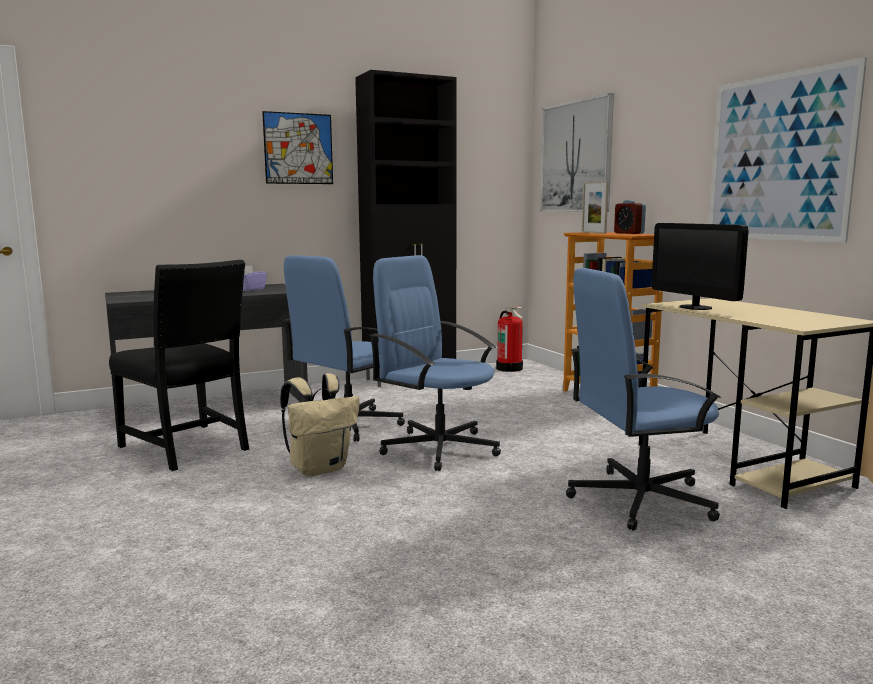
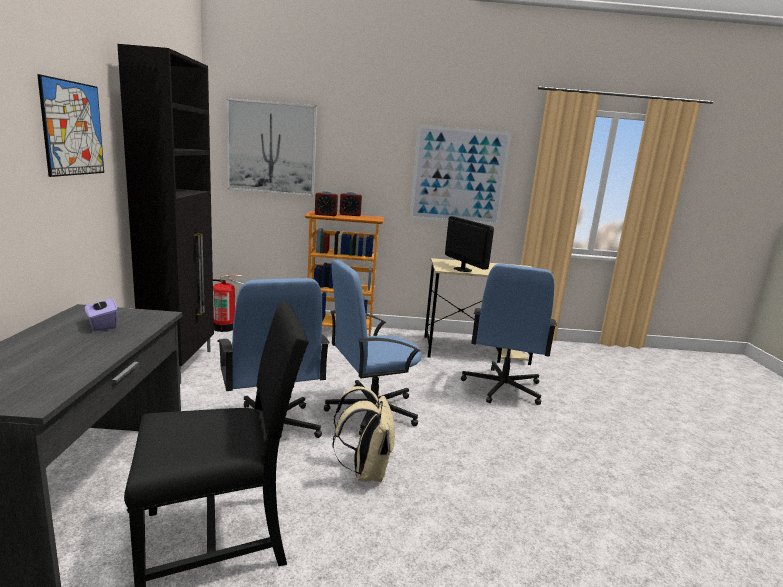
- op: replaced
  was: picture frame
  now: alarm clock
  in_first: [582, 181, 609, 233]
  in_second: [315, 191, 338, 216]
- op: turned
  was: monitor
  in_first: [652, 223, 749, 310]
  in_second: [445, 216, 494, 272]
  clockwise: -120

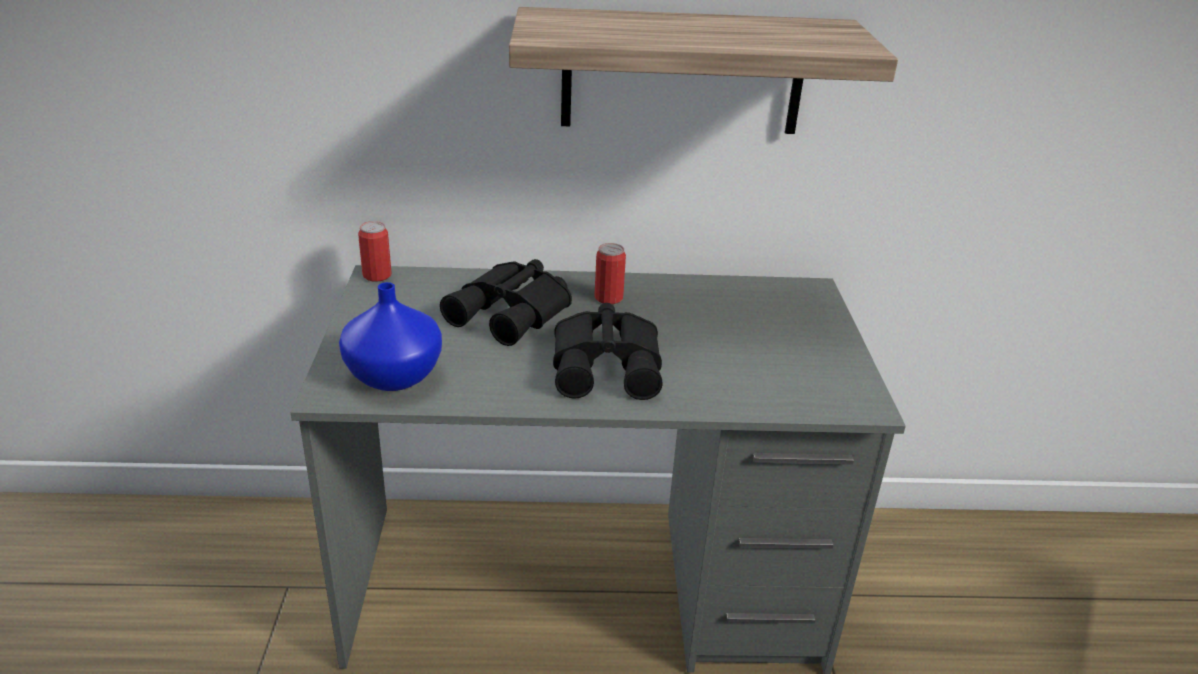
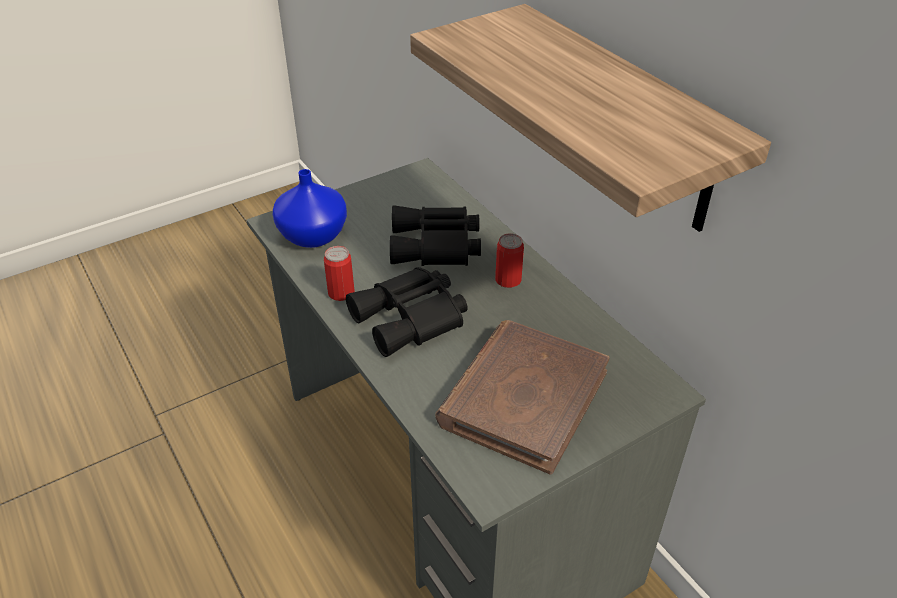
- op: moved
  was: can
  in_first: [358, 221, 392, 282]
  in_second: [324, 246, 355, 301]
- op: added
  now: brown book
  in_second: [435, 320, 610, 475]

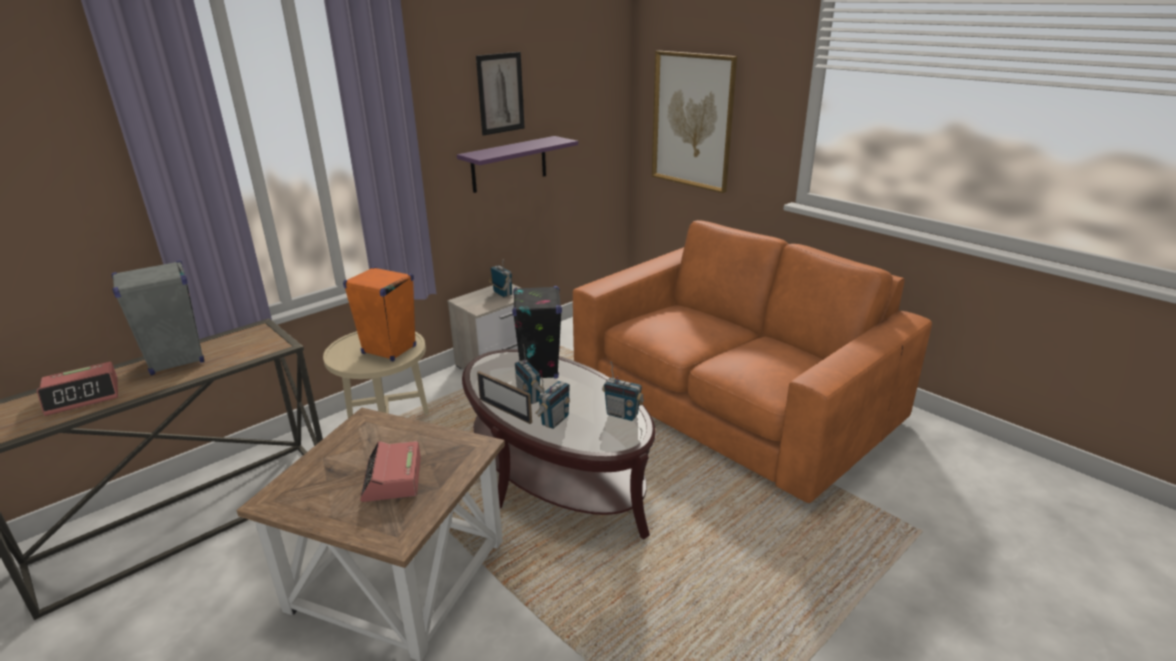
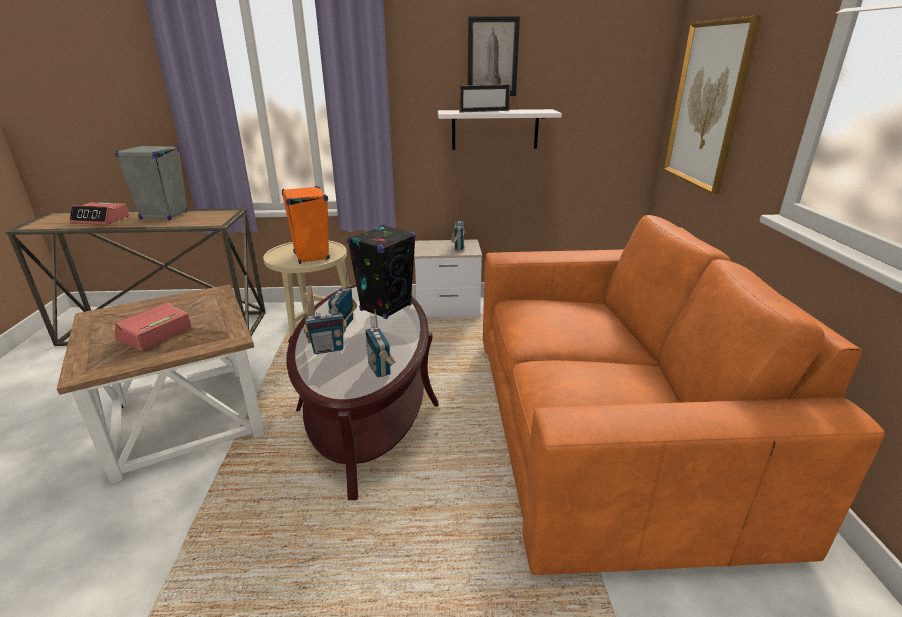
- op: recoloured
  was: purple shelf
  now: white shelf
  in_first: [457, 136, 578, 193]
  in_second: [438, 109, 562, 150]
- op: added
  now: picture frame
  in_second: [459, 84, 510, 113]

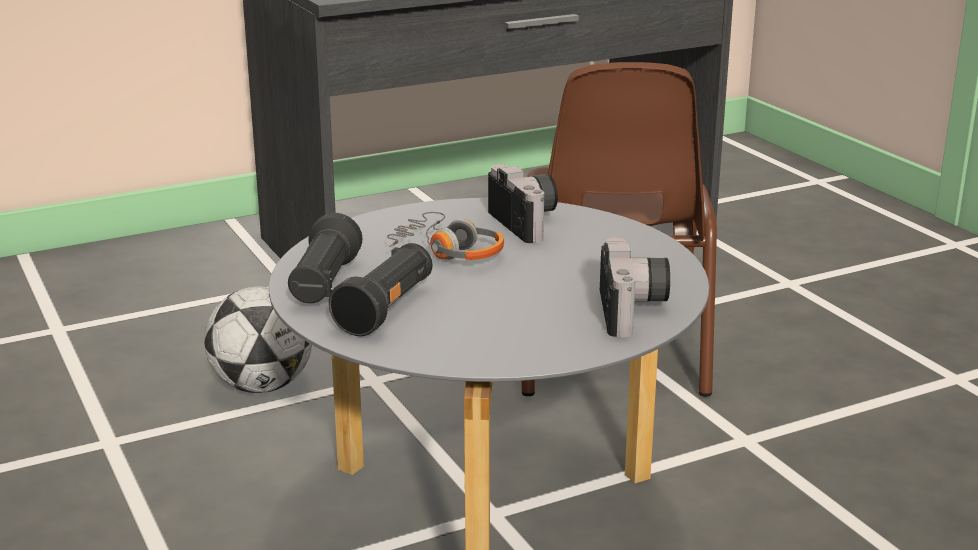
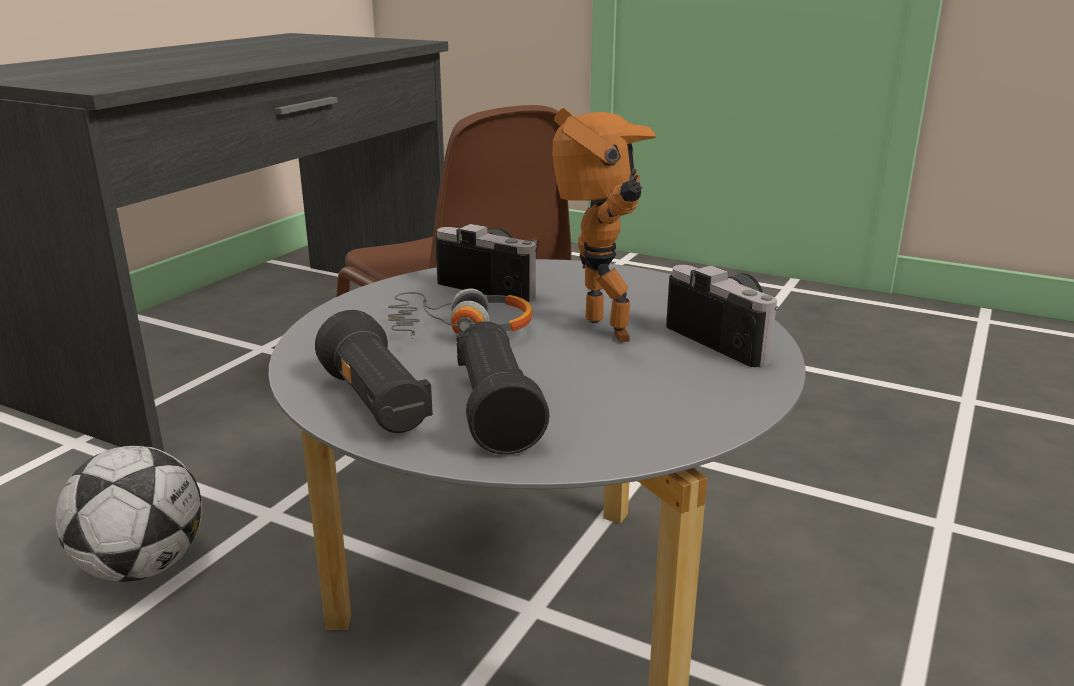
- op: added
  now: toy robot
  in_second: [552, 108, 656, 342]

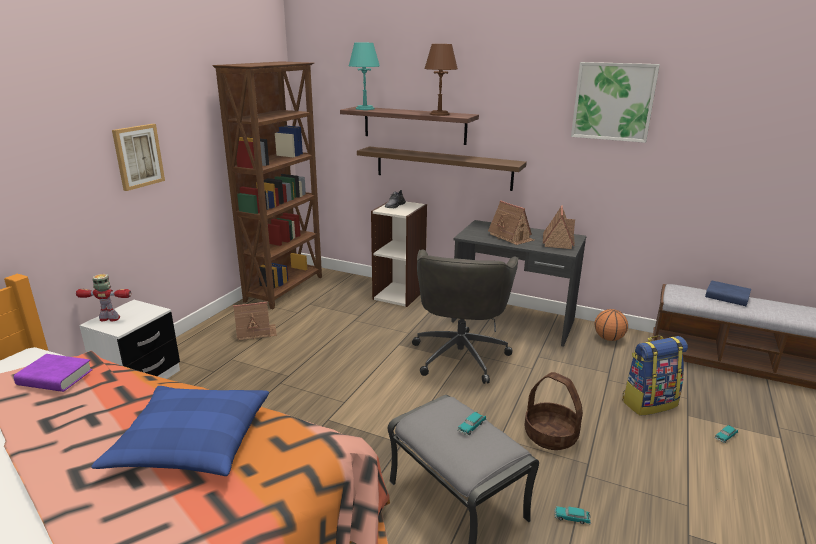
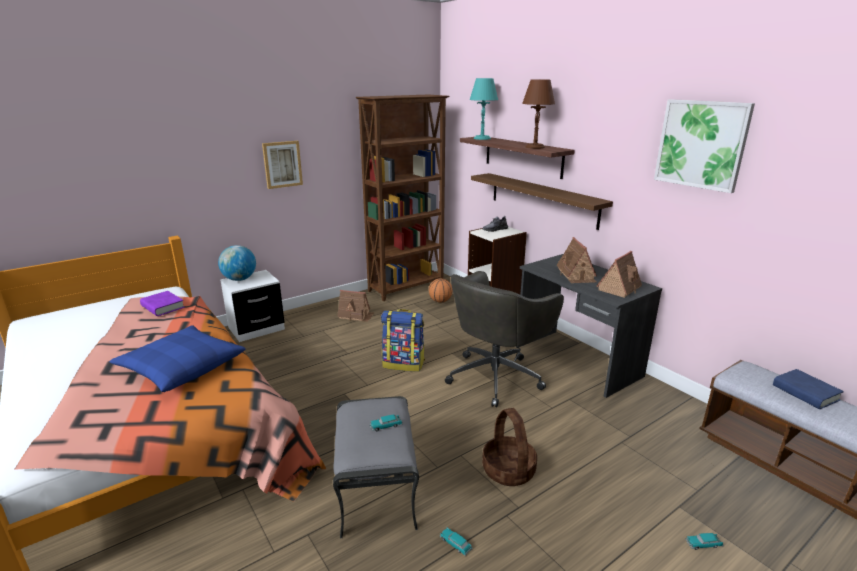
- op: replaced
  was: toy robot
  now: globe
  in_first: [76, 274, 131, 321]
  in_second: [218, 245, 256, 281]
- op: moved
  was: basketball
  in_first: [595, 309, 628, 341]
  in_second: [429, 278, 453, 303]
- op: moved
  was: backpack
  in_first: [622, 336, 688, 416]
  in_second: [381, 309, 425, 372]

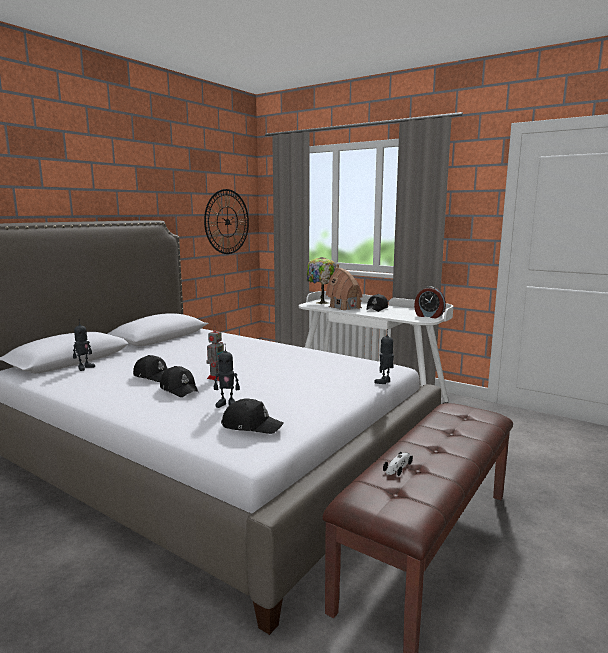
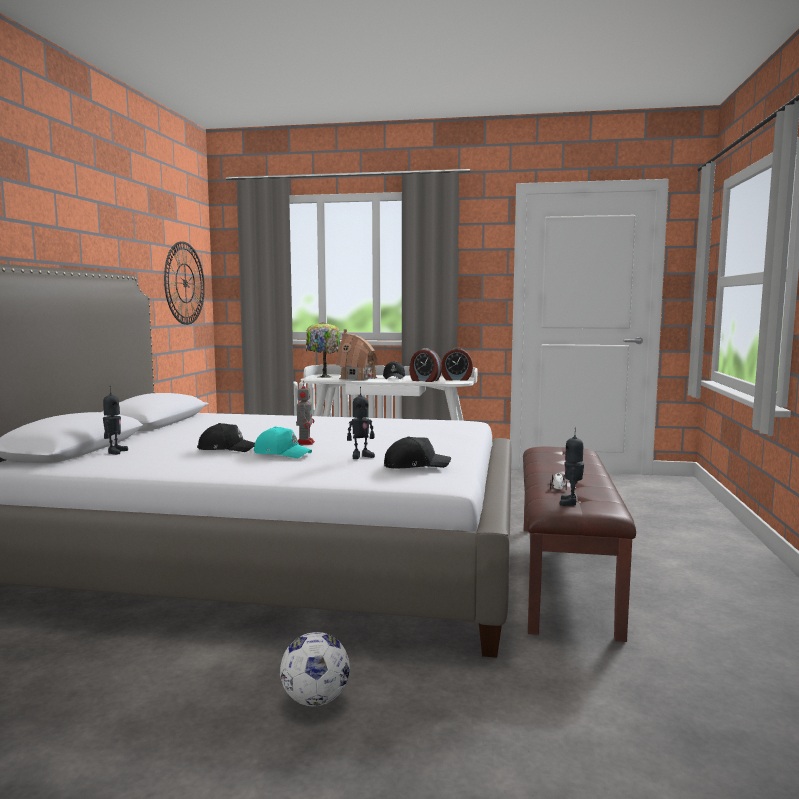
- op: recoloured
  was: black cap
  now: turquoise cap
  in_first: [160, 366, 198, 397]
  in_second: [254, 426, 312, 458]
- op: moved
  was: toy robot
  in_first: [374, 329, 394, 384]
  in_second: [560, 428, 584, 506]
- op: added
  now: football
  in_second: [280, 632, 350, 707]
- op: added
  now: alarm clock
  in_second: [409, 348, 442, 382]

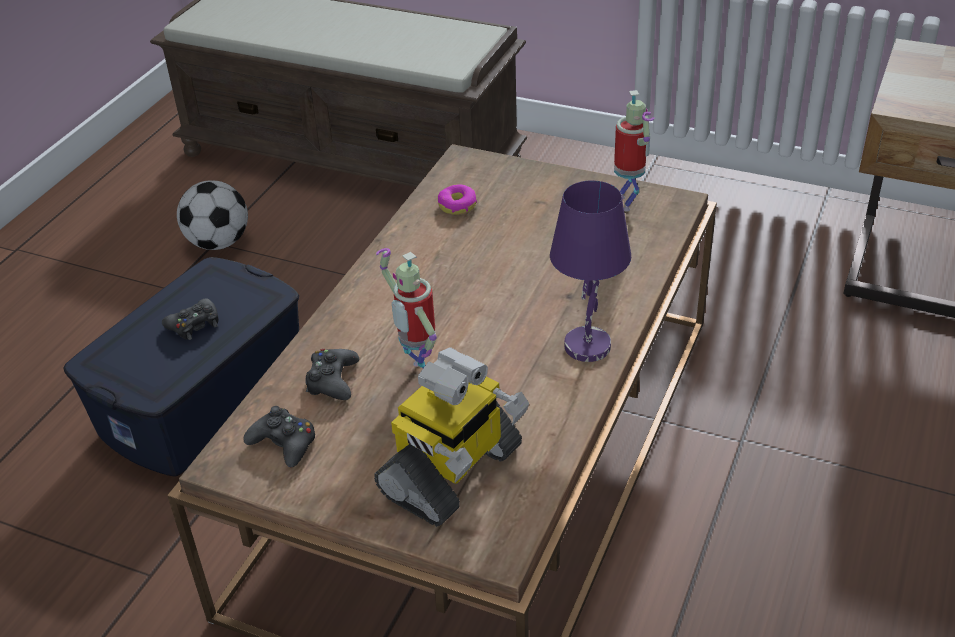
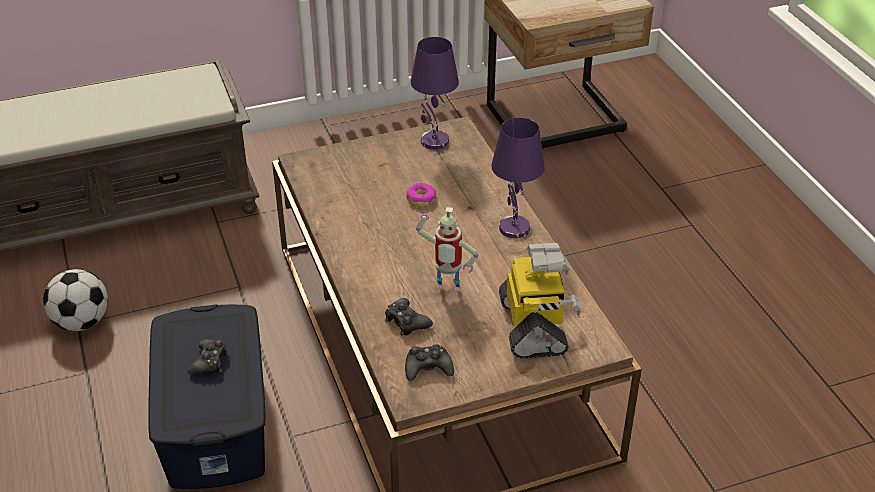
- op: moved
  was: donut
  in_first: [438, 184, 477, 215]
  in_second: [406, 183, 436, 206]
- op: replaced
  was: toy robot
  now: purple table lamp
  in_first: [614, 90, 655, 212]
  in_second: [411, 37, 459, 150]

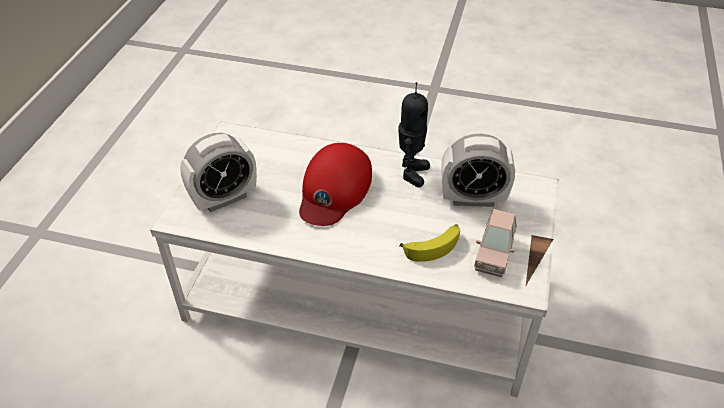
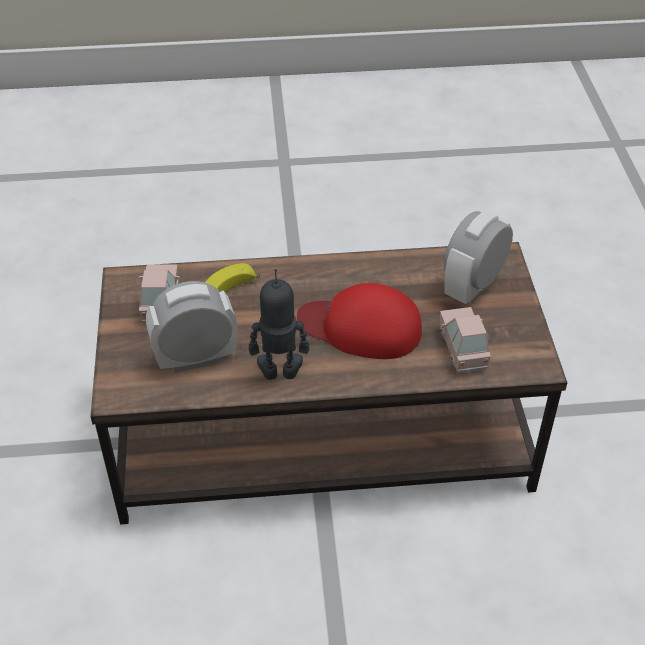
- op: recoloured
  was: white coffee table
  now: brown coffee table
  in_first: [150, 121, 559, 397]
  in_second: [90, 242, 567, 524]
- op: turned
  was: red cap
  in_first: [299, 143, 372, 226]
  in_second: [297, 283, 422, 359]
  clockwise: -75
- op: turned
  was: toy robot
  in_first: [398, 82, 430, 187]
  in_second: [249, 269, 309, 380]
  clockwise: 90
- op: added
  now: pink toy car
  in_second: [440, 307, 491, 373]

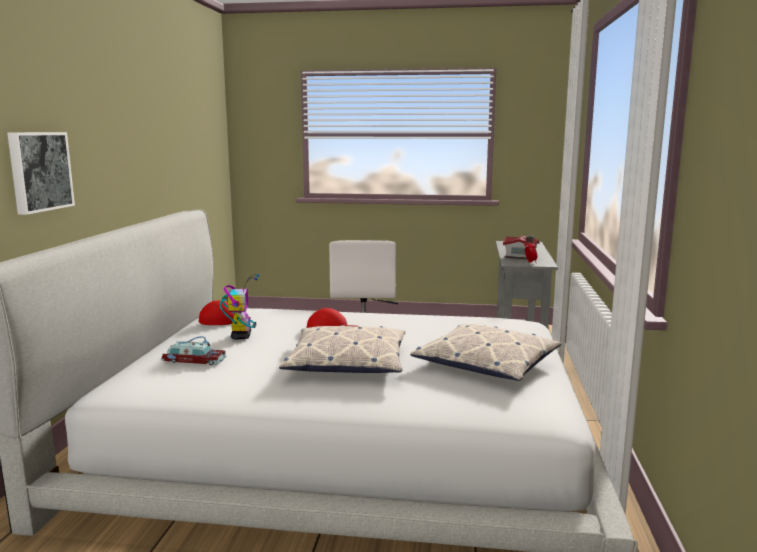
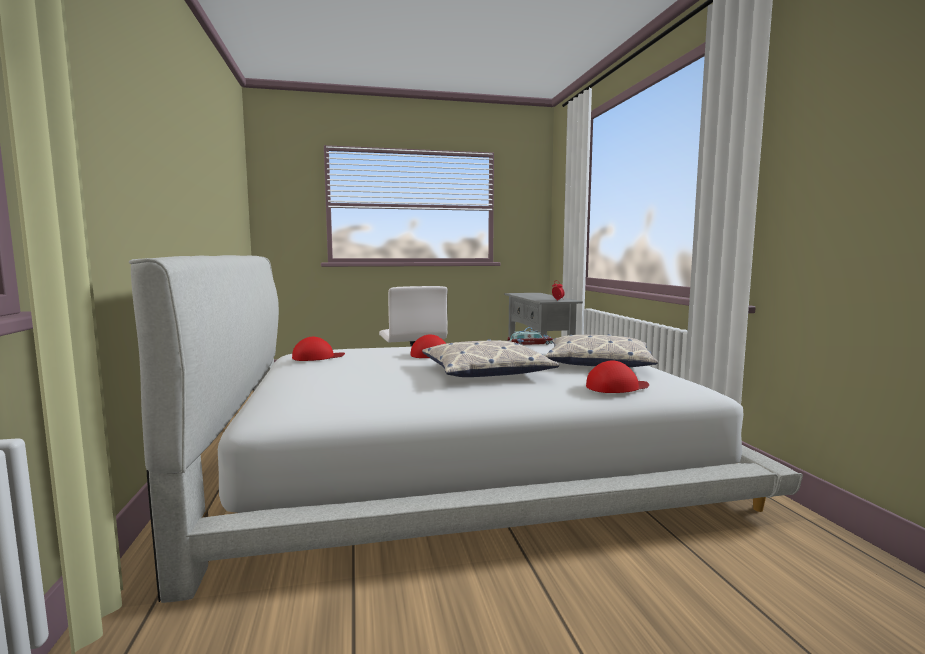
- op: removed
  was: picture
  in_first: [7, 132, 75, 215]
- op: moved
  was: toy car
  in_first: [161, 336, 226, 365]
  in_second: [507, 327, 553, 345]
- op: removed
  was: toy robot
  in_first: [220, 274, 260, 340]
- op: removed
  was: toy house
  in_first: [503, 235, 540, 260]
- op: added
  now: red cap
  in_second: [586, 361, 649, 393]

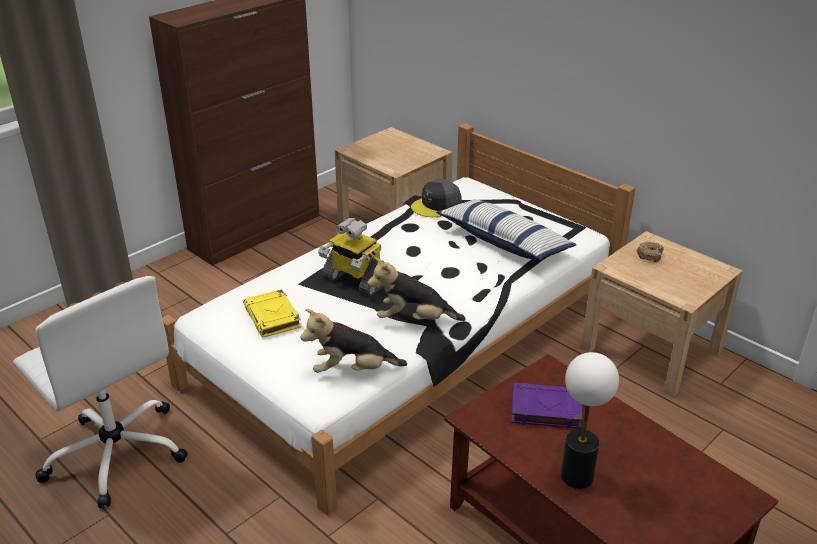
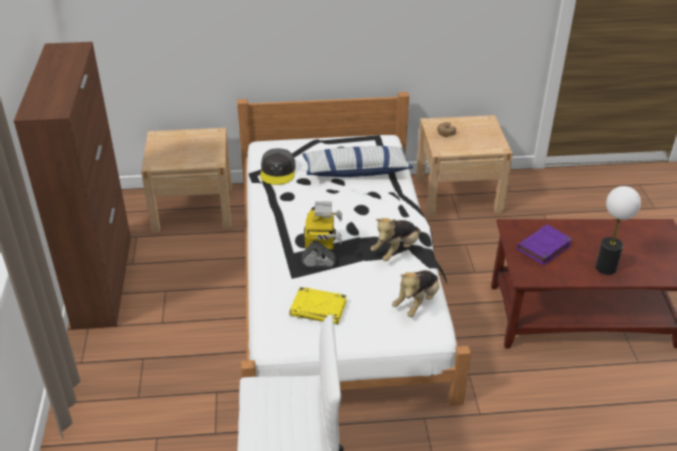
- op: turned
  was: toy robot
  in_first: [318, 218, 384, 296]
  in_second: [302, 201, 342, 268]
  clockwise: -75

